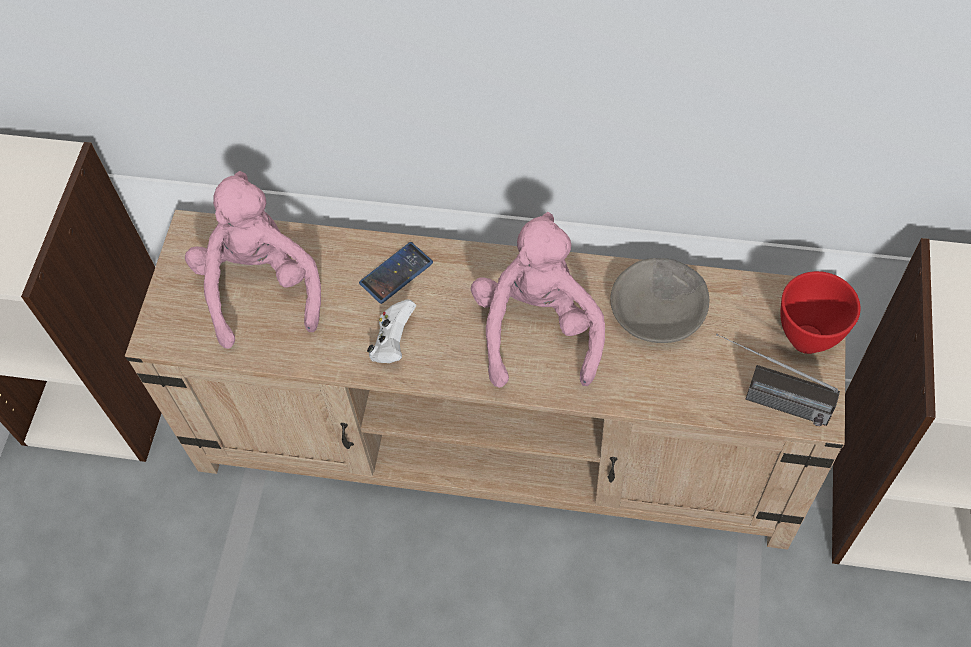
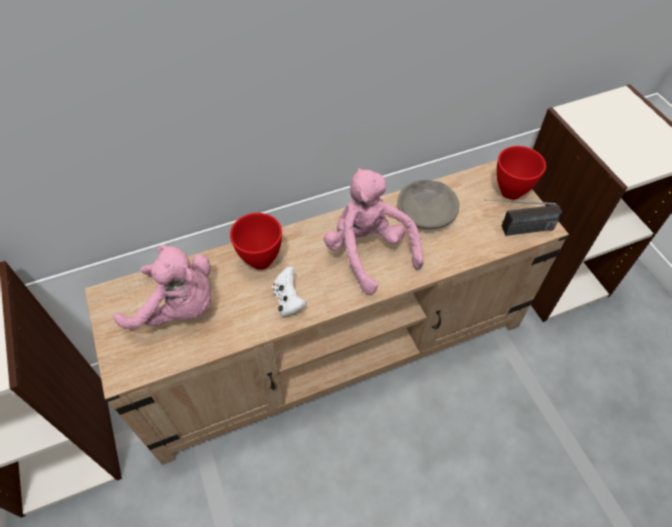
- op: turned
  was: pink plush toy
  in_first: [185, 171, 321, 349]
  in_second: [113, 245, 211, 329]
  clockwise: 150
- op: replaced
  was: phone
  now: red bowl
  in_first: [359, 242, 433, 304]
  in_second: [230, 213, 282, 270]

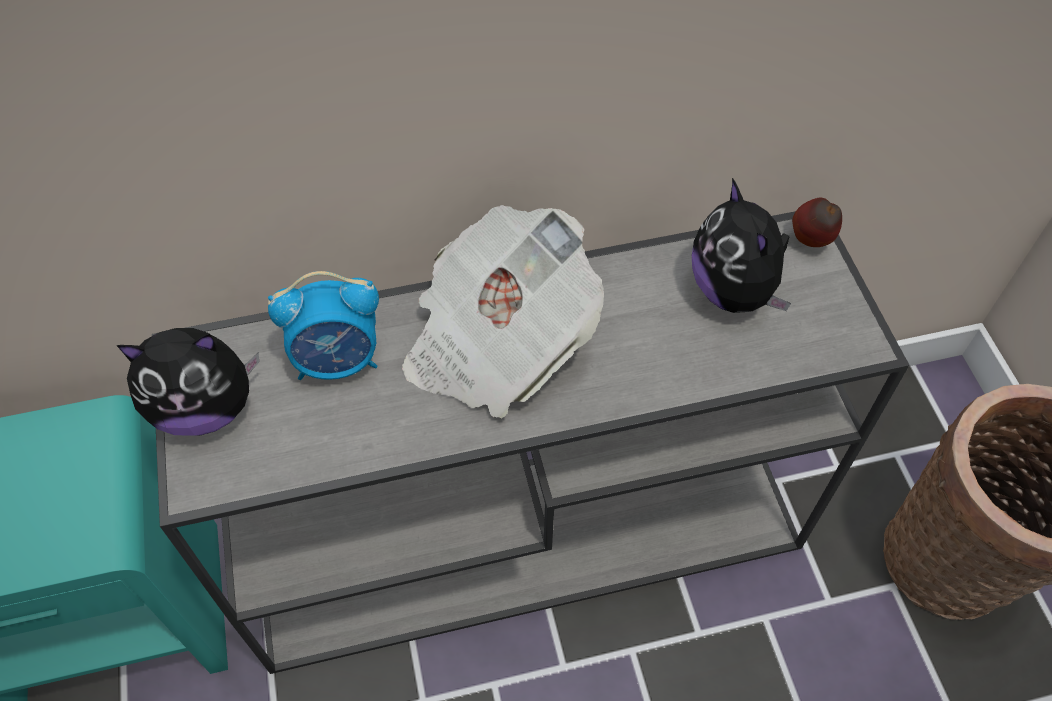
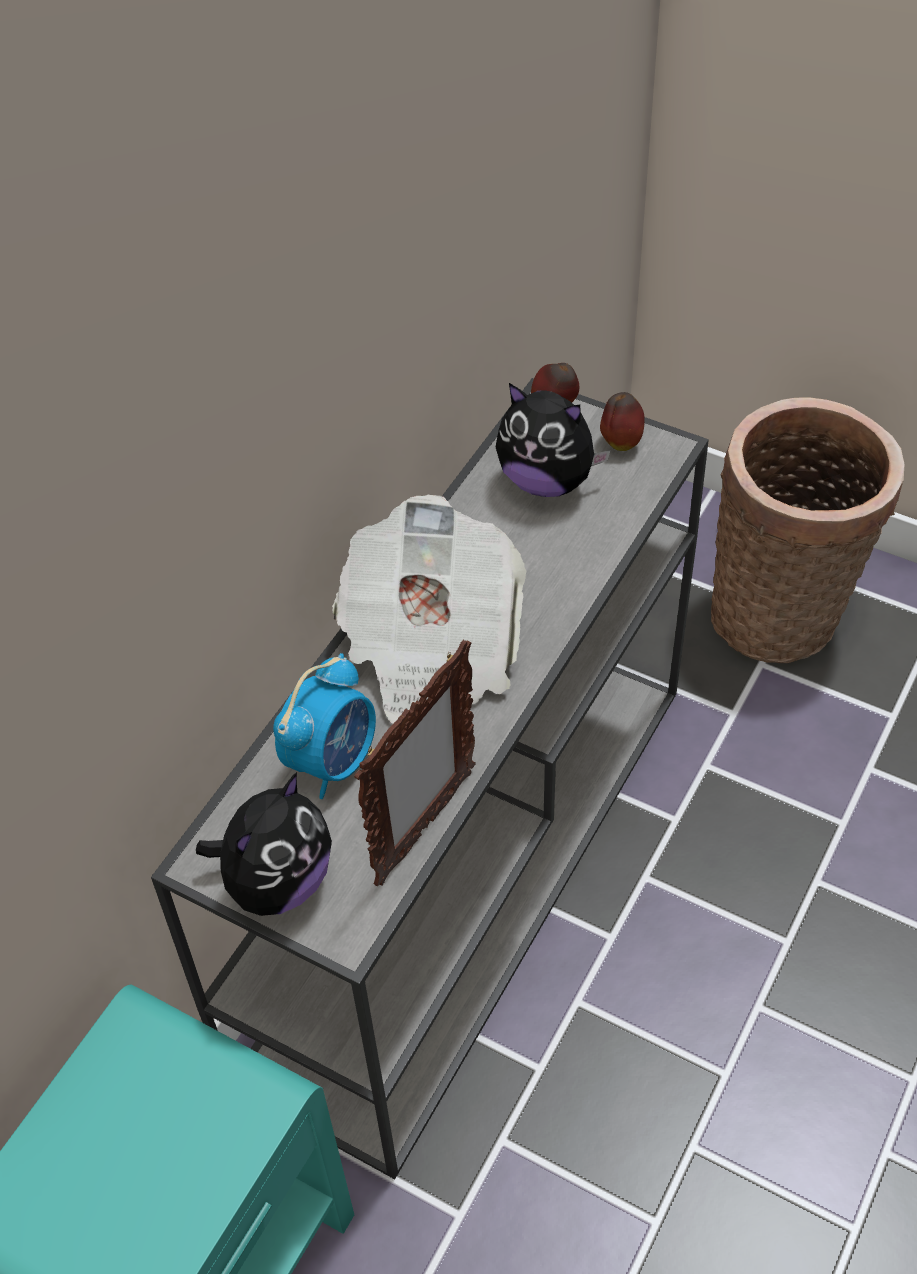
- op: added
  now: picture frame
  in_second: [354, 640, 476, 886]
- op: added
  now: apple
  in_second: [600, 392, 645, 451]

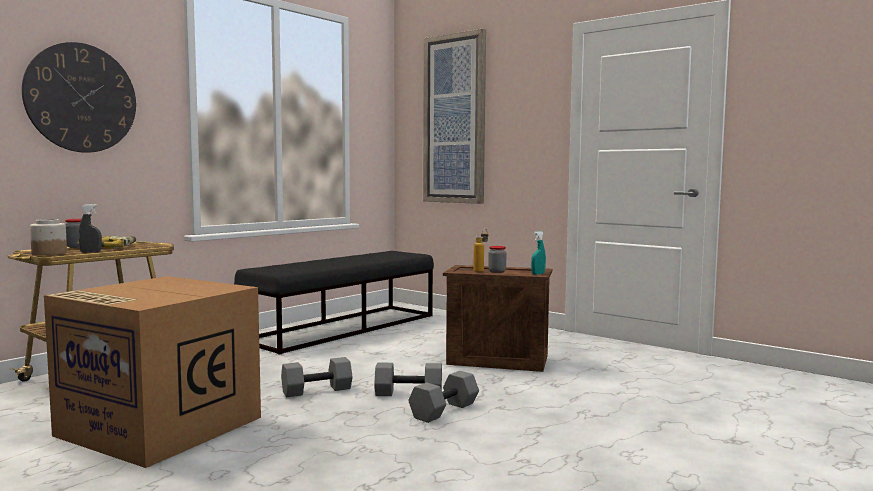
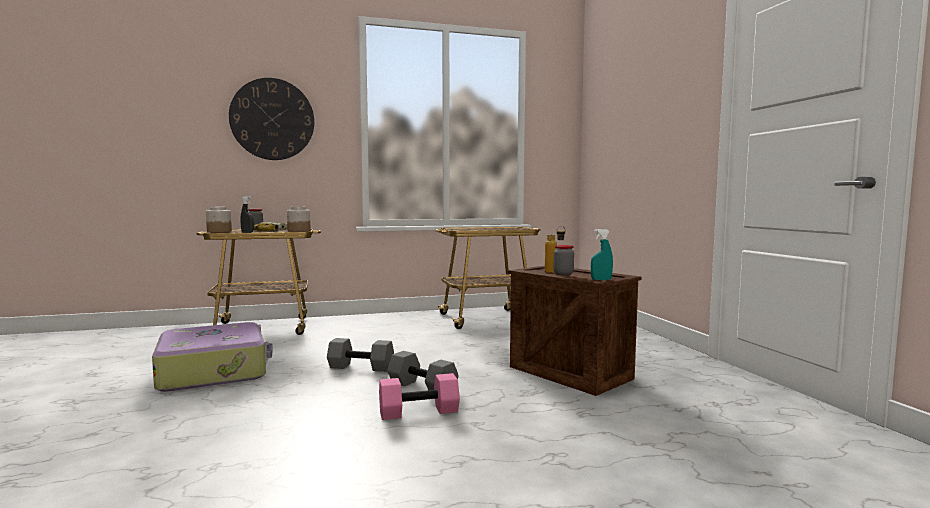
- op: replaced
  was: cardboard box
  now: suitcase
  in_first: [44, 276, 261, 468]
  in_second: [152, 322, 273, 392]
- op: replaced
  was: black bench
  now: cart
  in_first: [234, 251, 434, 355]
  in_second: [435, 227, 540, 329]
- op: recoloured
  was: grey dumbbell
  now: pink dumbbell
  in_first: [408, 371, 479, 423]
  in_second: [379, 373, 460, 420]
- op: removed
  was: picture
  in_first: [423, 29, 486, 204]
- op: added
  now: jar
  in_second: [287, 207, 310, 232]

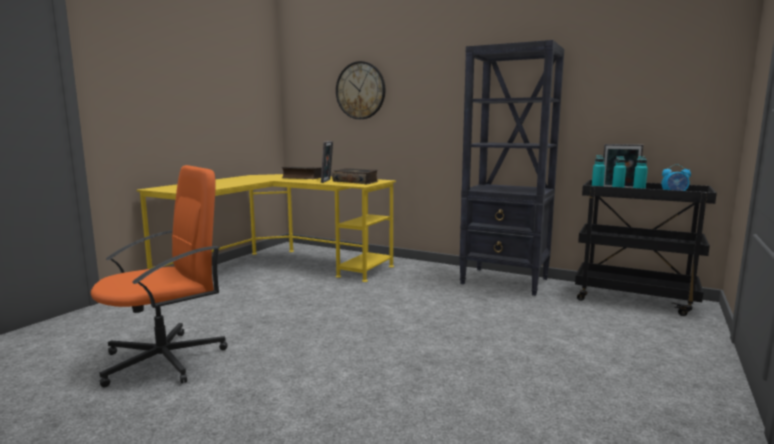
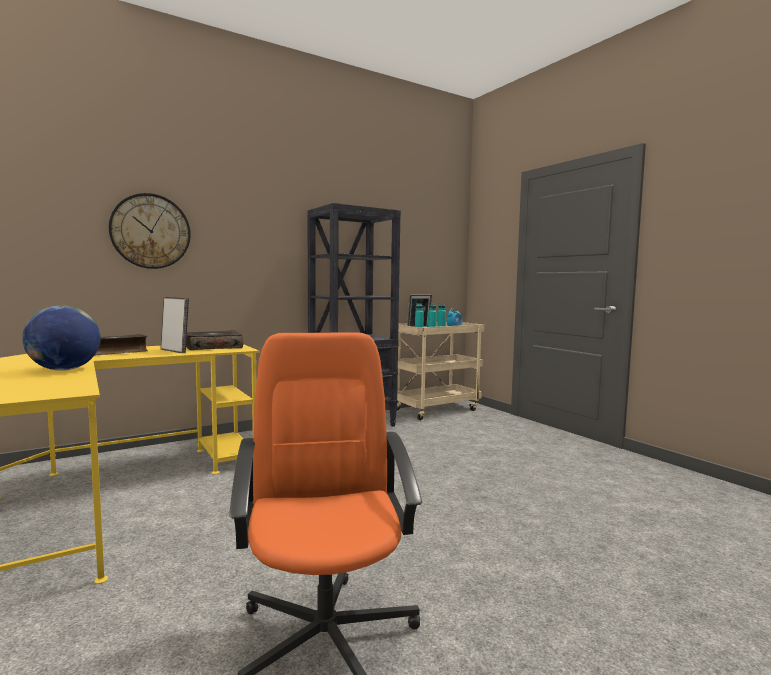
- op: recoloured
  was: black cart
  now: beige cart
  in_first: [575, 180, 717, 316]
  in_second: [397, 322, 484, 420]
- op: added
  now: globe
  in_second: [22, 305, 101, 371]

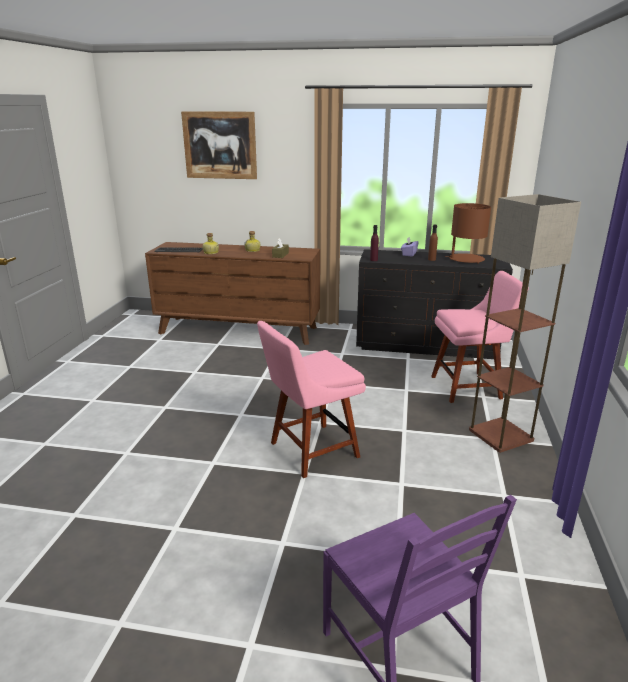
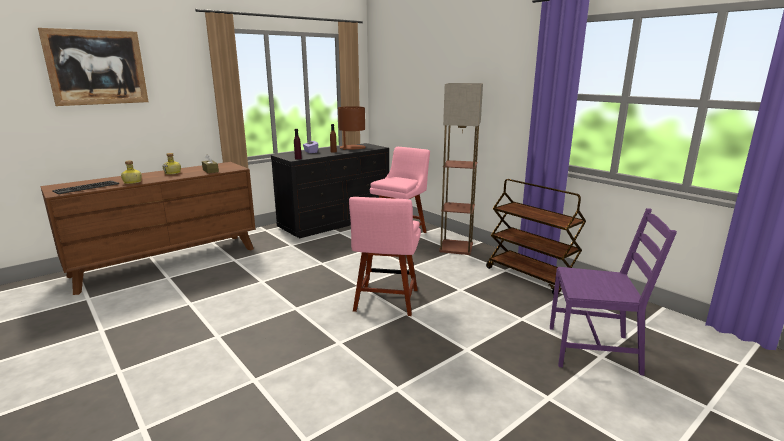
- op: added
  now: brown cart
  in_second: [486, 179, 586, 295]

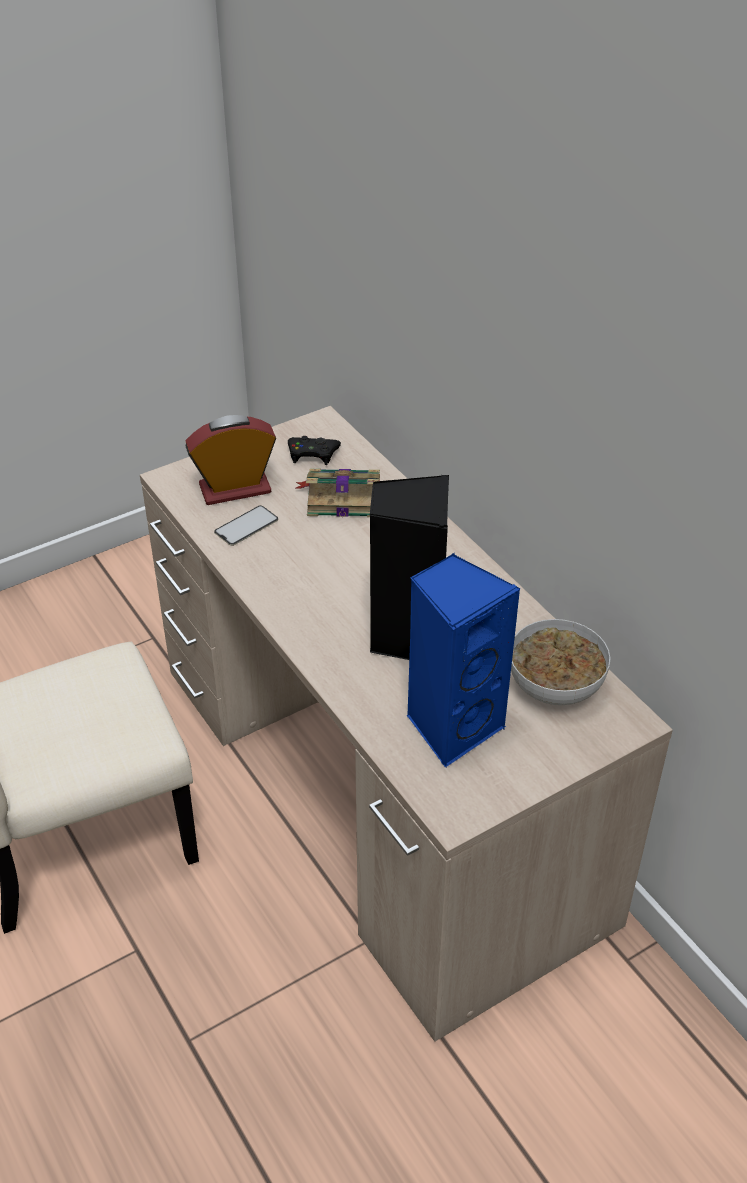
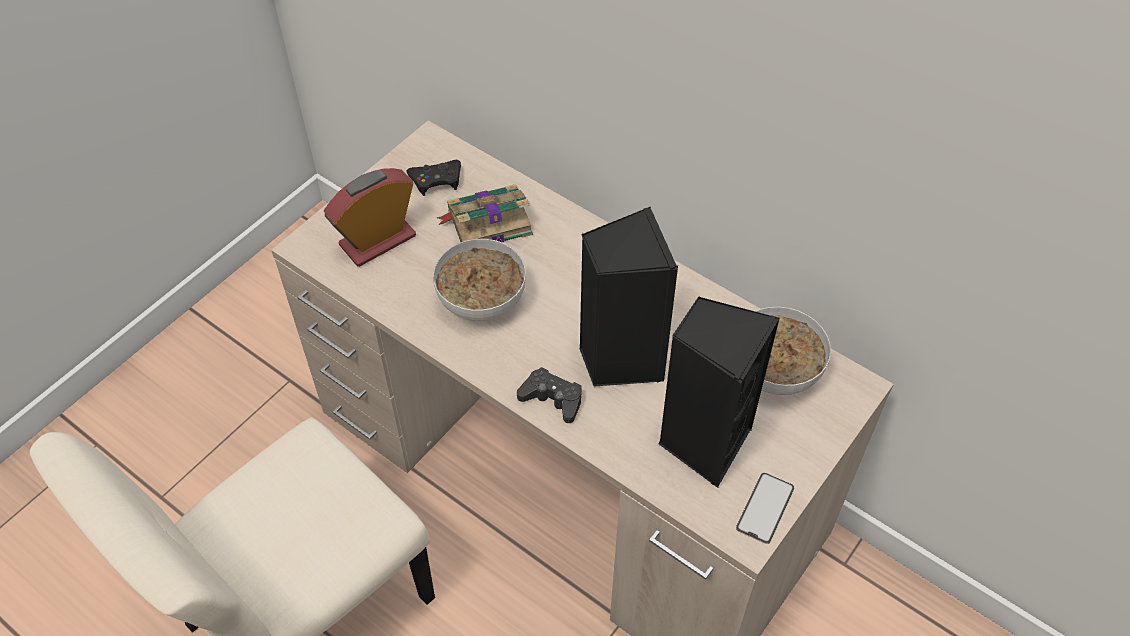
- op: moved
  was: phone
  in_first: [214, 505, 278, 546]
  in_second: [736, 473, 794, 544]
- op: recoloured
  was: blue speaker
  now: black speaker
  in_first: [407, 553, 520, 768]
  in_second: [658, 296, 780, 488]
- op: added
  now: bowl
  in_second: [433, 239, 526, 321]
- op: added
  now: black game controller
  in_second: [517, 367, 582, 423]

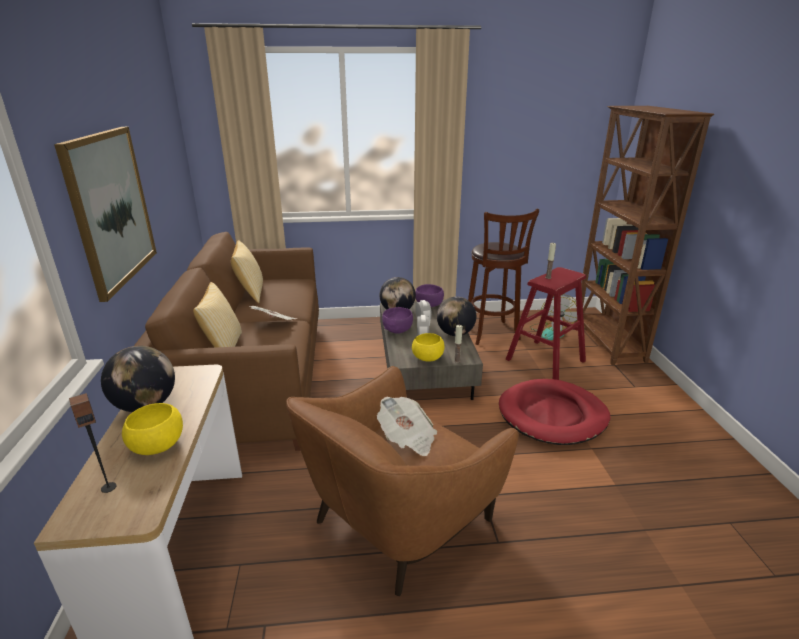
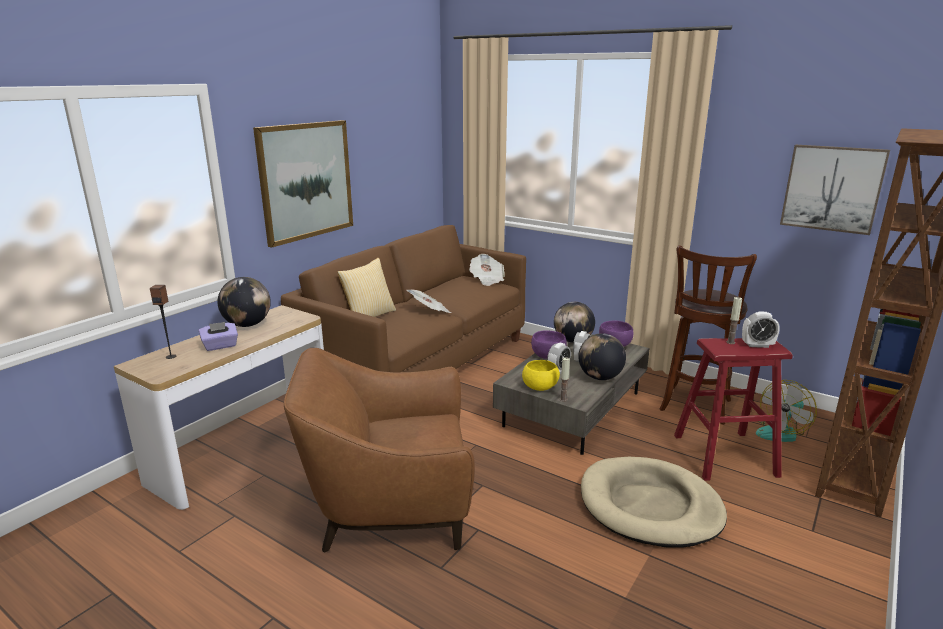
- op: replaced
  was: yellow bowl
  now: purple tissue box
  in_first: [122, 403, 183, 455]
  in_second: [199, 322, 238, 351]
- op: removed
  was: pillow
  in_first: [231, 240, 263, 303]
- op: moved
  was: newspaper
  in_first: [377, 397, 437, 456]
  in_second: [469, 254, 505, 286]
- op: recoloured
  was: red dog bed
  now: beige dog bed
  in_first: [499, 379, 610, 445]
  in_second: [581, 457, 727, 548]
- op: added
  now: alarm clock
  in_second: [742, 312, 780, 348]
- op: added
  now: picture
  in_second: [780, 145, 890, 235]

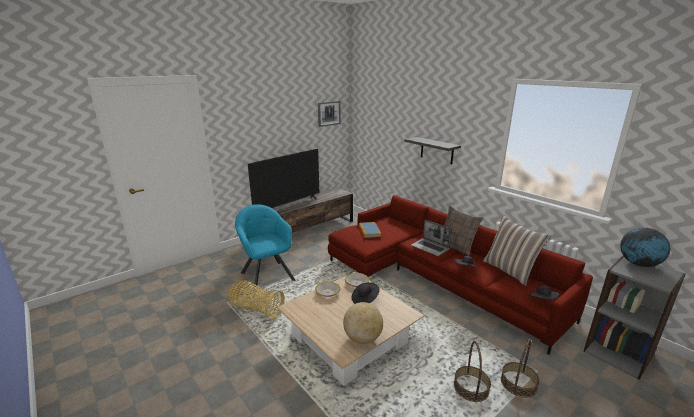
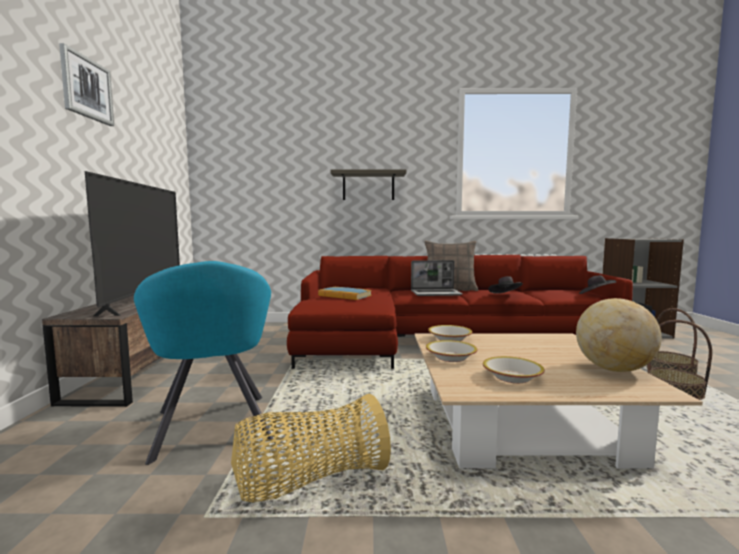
- op: turned
  was: turquoise armchair
  in_first: [235, 205, 296, 292]
  in_second: [134, 261, 274, 465]
  clockwise: -120
- op: moved
  was: picture
  in_first: [318, 101, 341, 127]
  in_second: [59, 43, 114, 126]
- op: removed
  was: black hat
  in_first: [352, 283, 380, 304]
- op: removed
  was: pillow
  in_first: [483, 215, 550, 286]
- op: removed
  was: globe
  in_first: [620, 228, 670, 267]
- op: added
  now: bowl
  in_second: [483, 356, 545, 383]

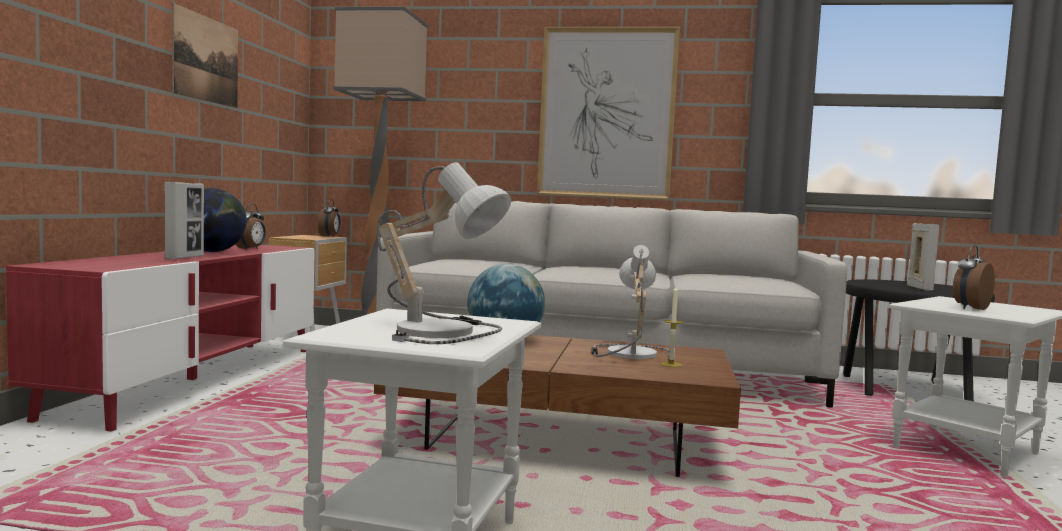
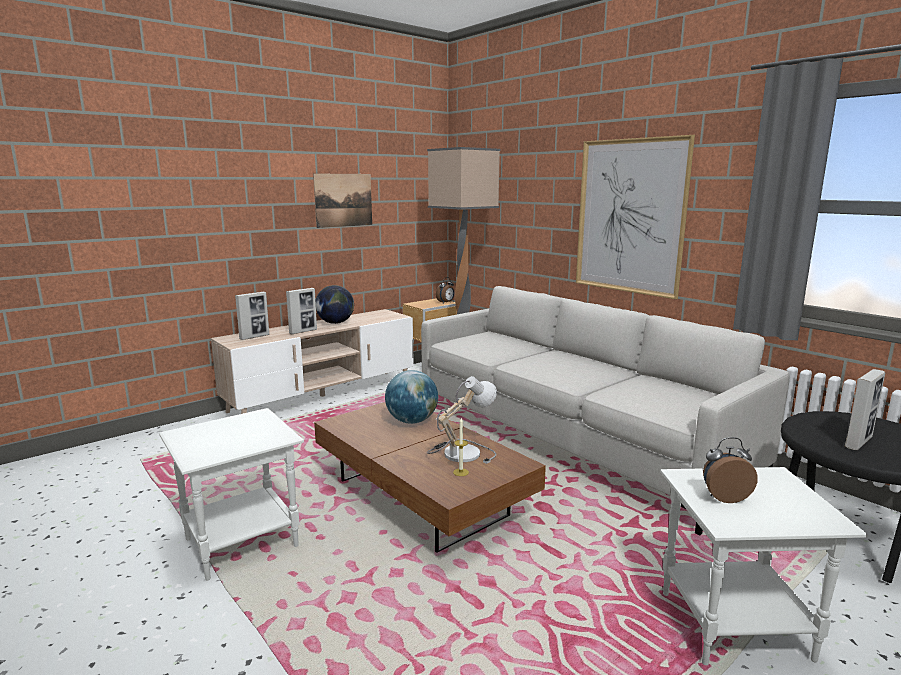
- op: recoloured
  was: red tv stand
  now: beige tv stand
  in_first: [6, 245, 315, 432]
  in_second: [211, 309, 414, 414]
- op: removed
  was: alarm clock
  in_first: [235, 204, 266, 250]
- op: removed
  was: table lamp
  in_first: [377, 162, 511, 344]
- op: added
  now: picture frame
  in_second: [235, 292, 269, 340]

